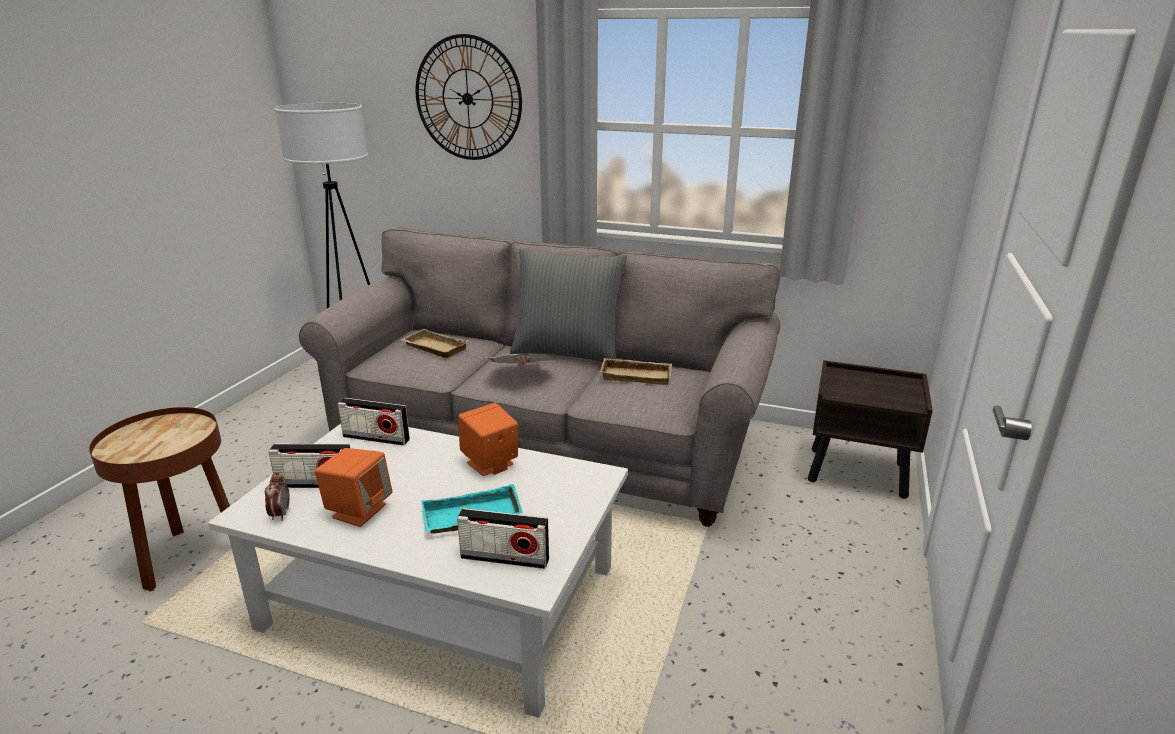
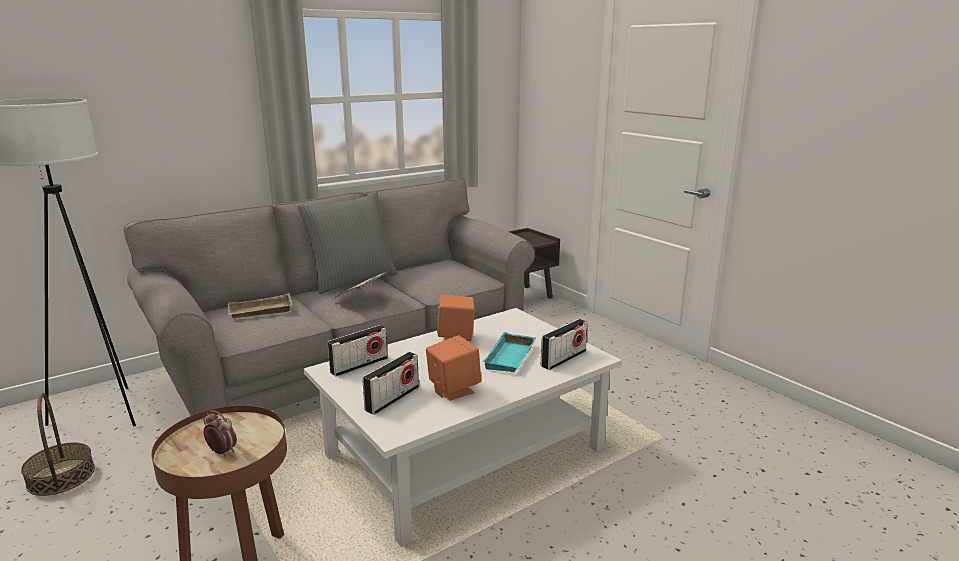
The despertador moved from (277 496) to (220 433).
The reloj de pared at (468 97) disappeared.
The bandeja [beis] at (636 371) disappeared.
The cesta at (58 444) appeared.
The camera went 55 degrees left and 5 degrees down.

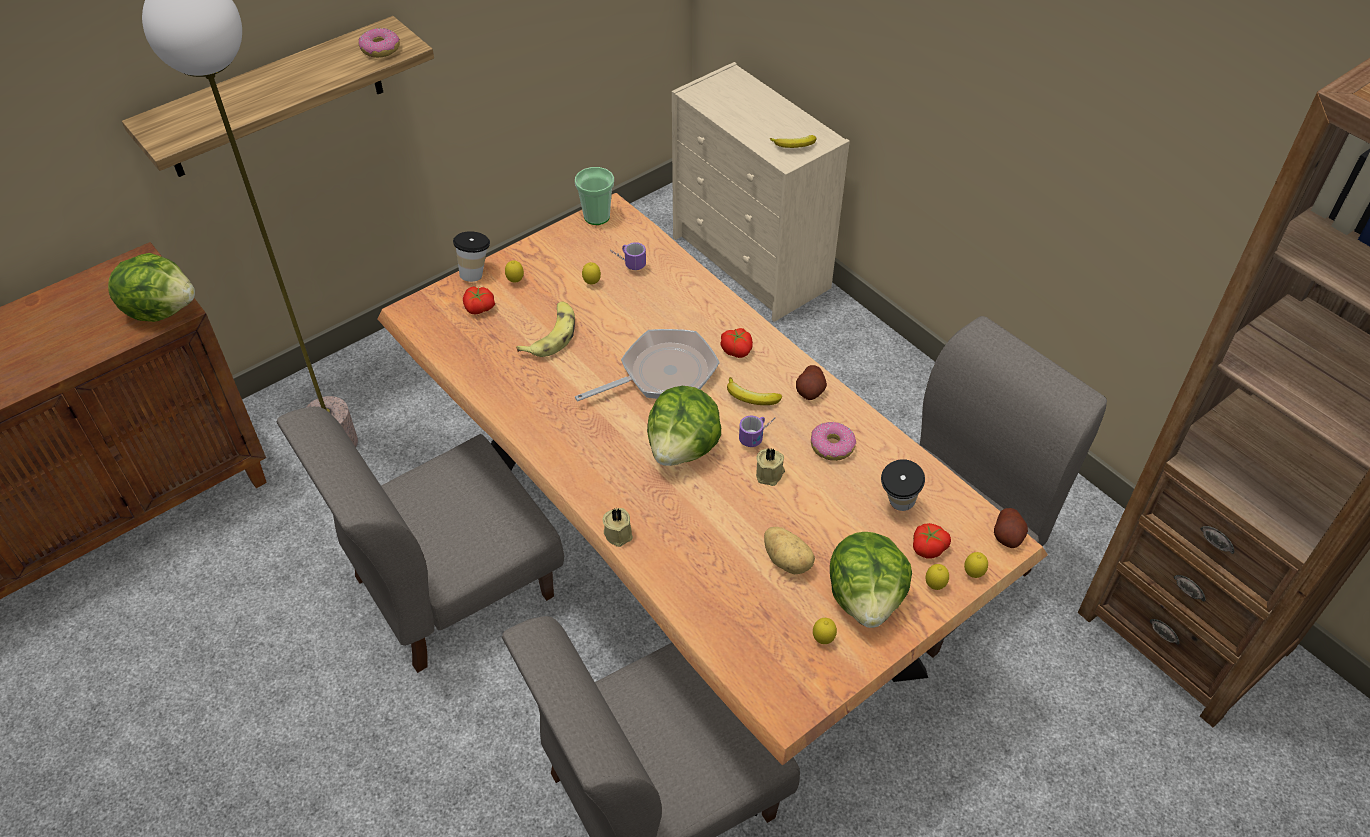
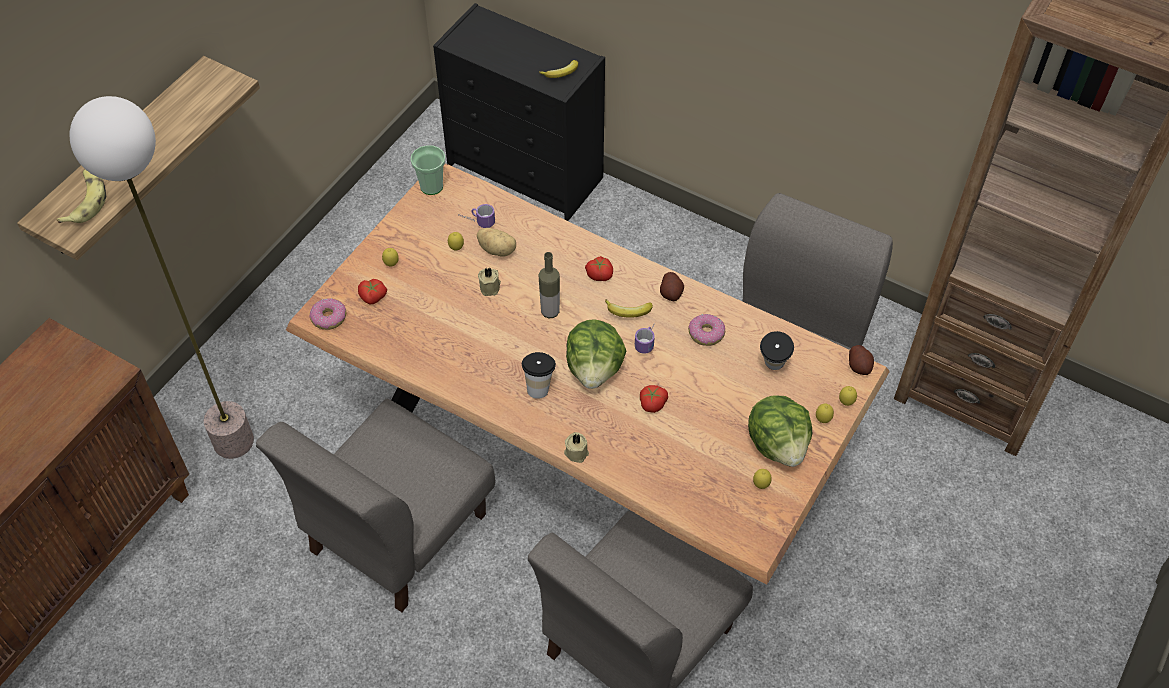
The lechuga at (151 287) disappeared.
The rosquilla moved from (379 43) to (328 314).
The taza moved from (471 256) to (539 375).
The plátano moved from (545 329) to (81 196).
The sartén at (647 365) was replaced by the botella at (549 285).
The cómoda [beis] at (761 192) became the cómoda [negro] at (519 112).
The vela [beis] moved from (770 467) to (489 281).
The patata moved from (789 550) to (496 242).
The tomate moved from (932 541) to (654 399).
The camera went 20 degrees left and 5 degrees up.

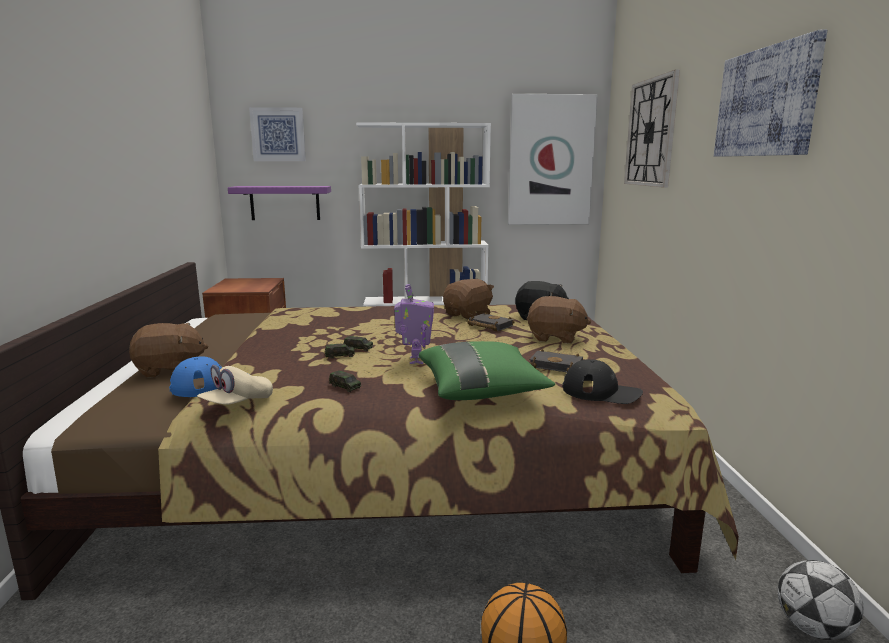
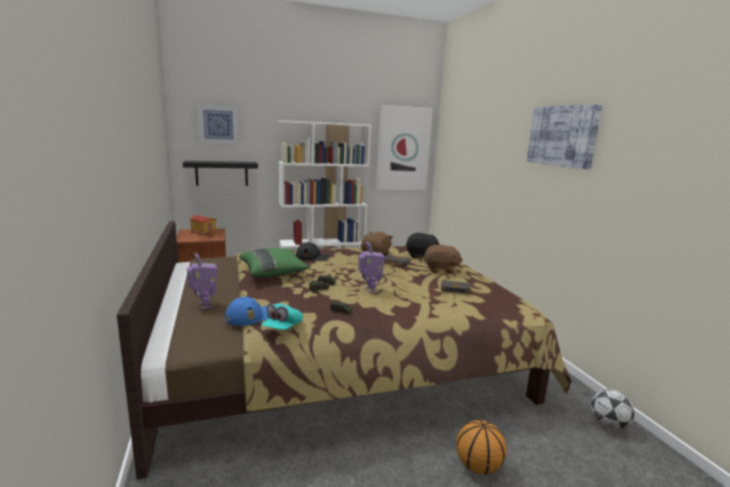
The peluche [marrón] at (168 350) was replaced by the robot de juguete at (202 281).
The gorra [beis] at (235 385) became the gorra [turquesa] at (282 317).
The estante [morado] at (279 203) became the estante [negro] at (220 173).
The cojín [verde] moved from (487 370) to (274 262).
The gorra [negro] moved from (602 381) to (313 252).
The reloj de pared at (652 129) disappeared.
The casita at (203 225) appeared.
The camera went 15 degrees left and 0 degrees up.

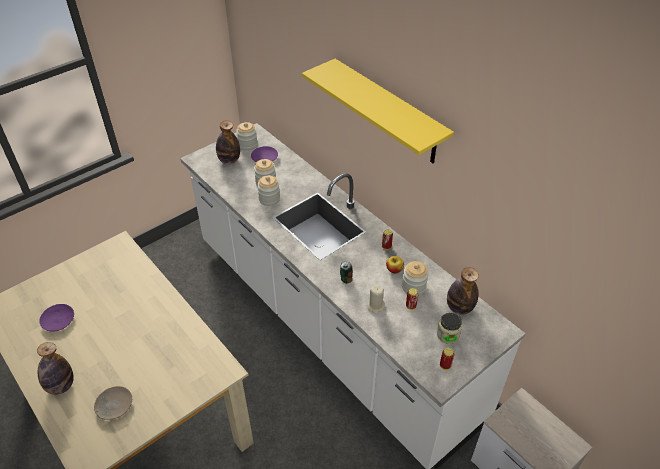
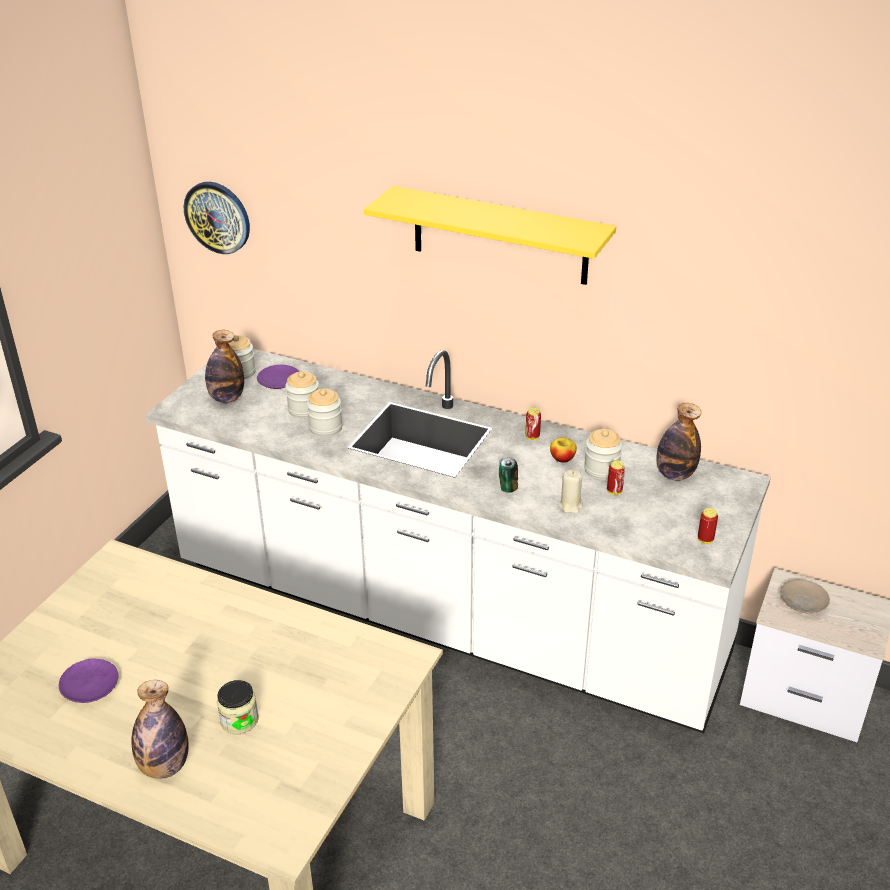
The plato [beis] moved from (113 403) to (805 596).
The tarro moved from (449 328) to (238 707).
The reloj de pared at (217 218) appeared.
The camera went 25 degrees left and 10 degrees down.

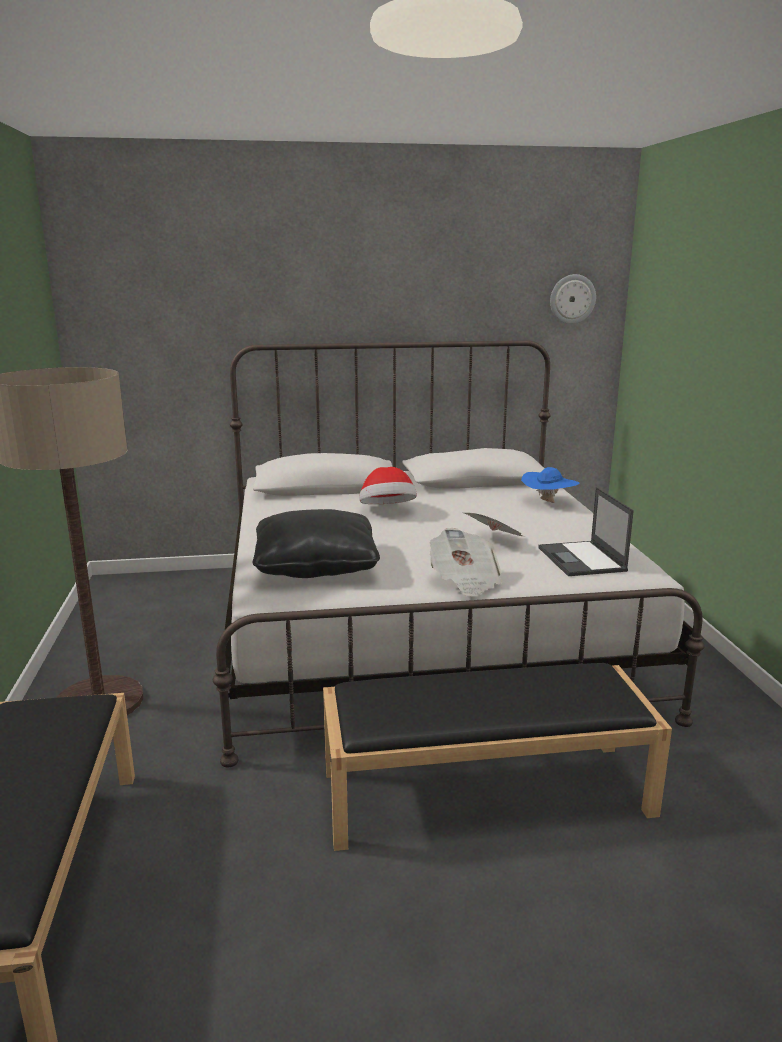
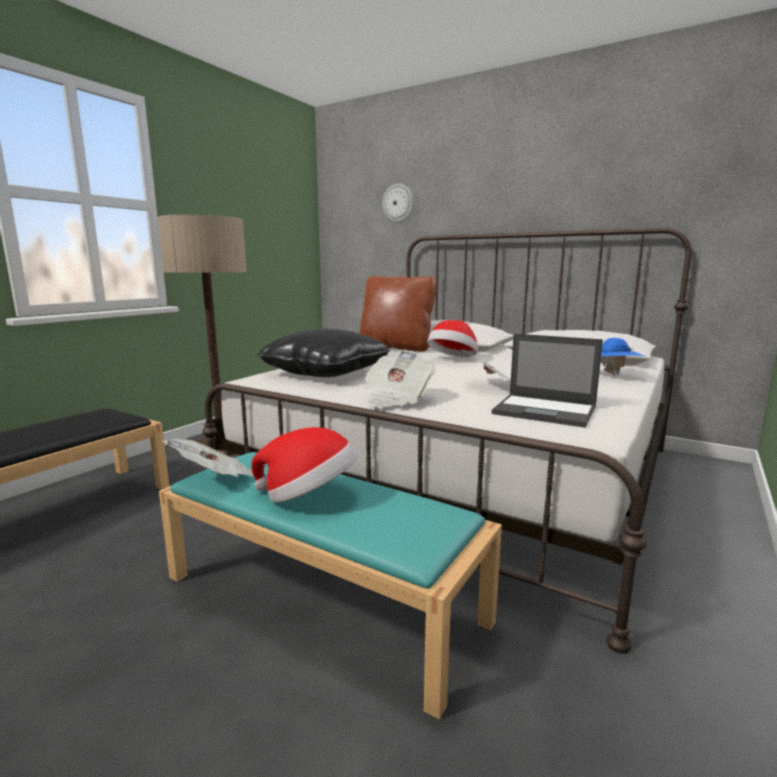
The banco [negro] at (497 757) became the banco [turquesa] at (330 586).
The portátil at (586 531) turned 90 degrees counterclockwise.
The reloj de pared moved from (573 299) to (398 203).
The periódico at (208 458) appeared.
The sombrero at (304 464) appeared.
The cojín [marrón] at (398 313) appeared.
The camera went 40 degrees right and 5 degrees down.

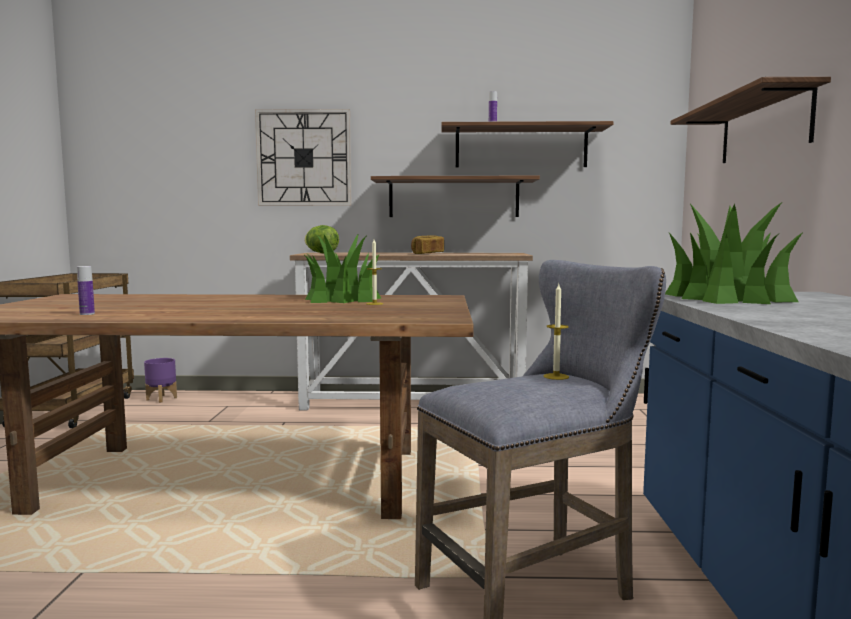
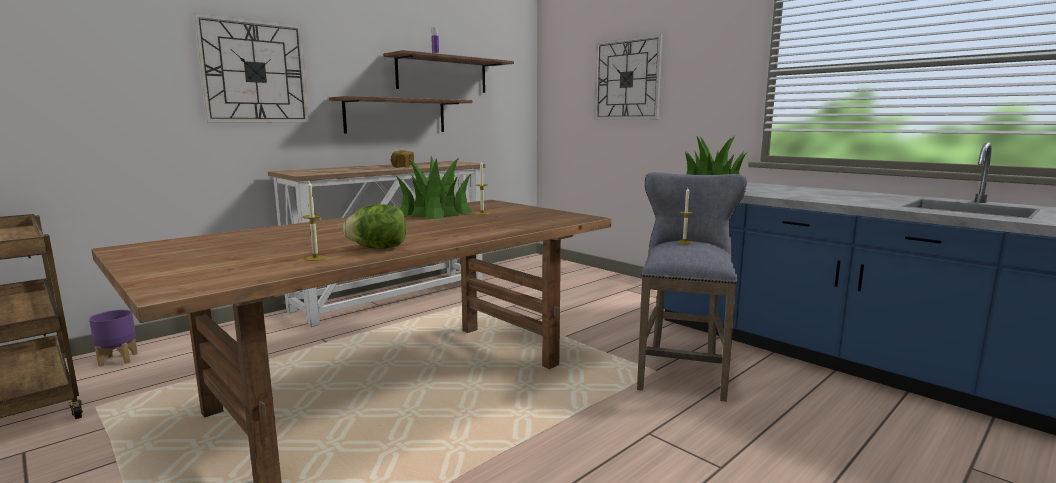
The botella at (86 290) was replaced by the vela at (315 221).
The lechuga moved from (321 239) to (374 226).
The estante at (750 119) was replaced by the reloj de pared at (628 77).
The camera went 45 degrees left and 5 degrees up.

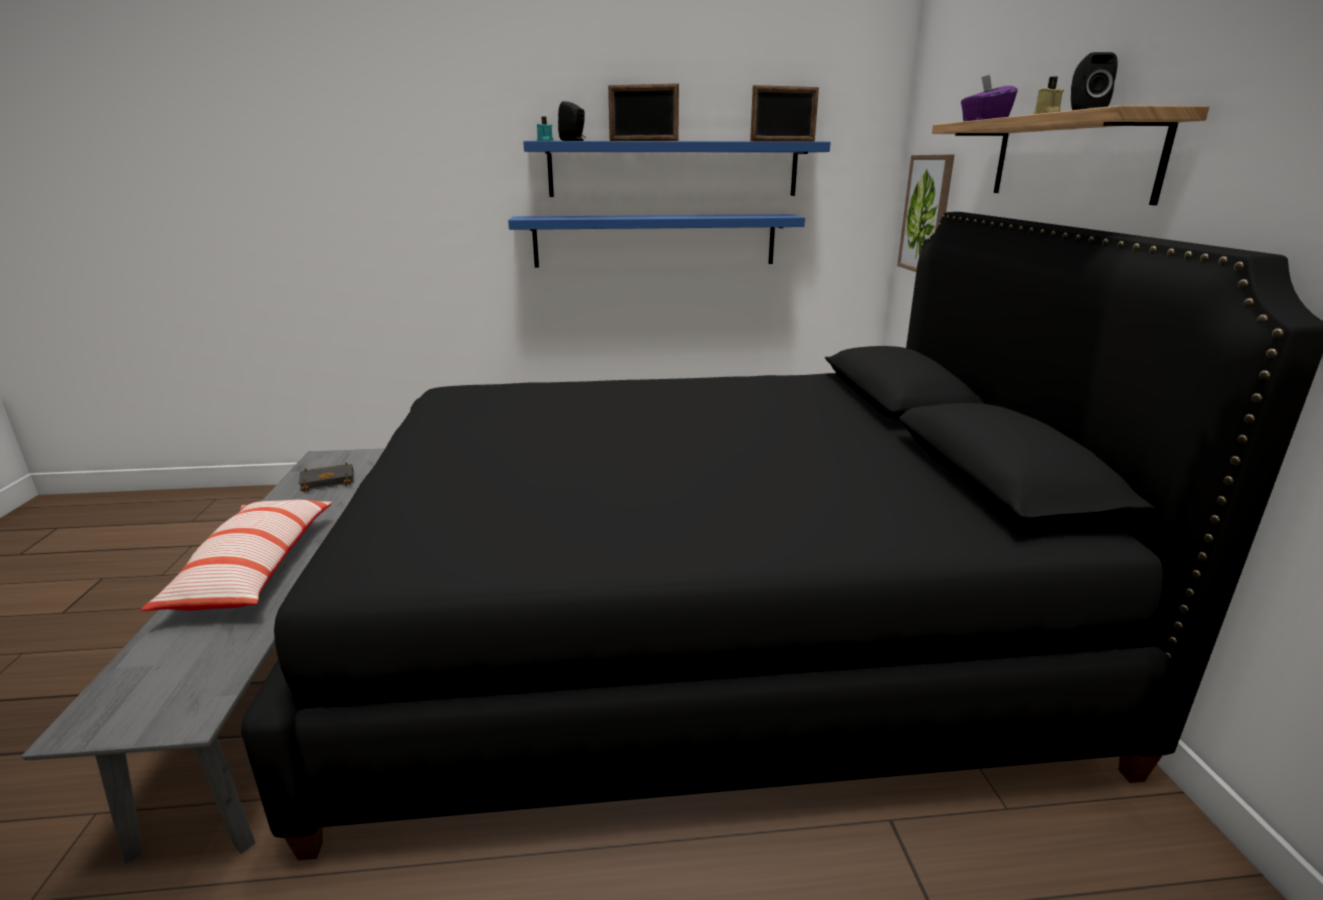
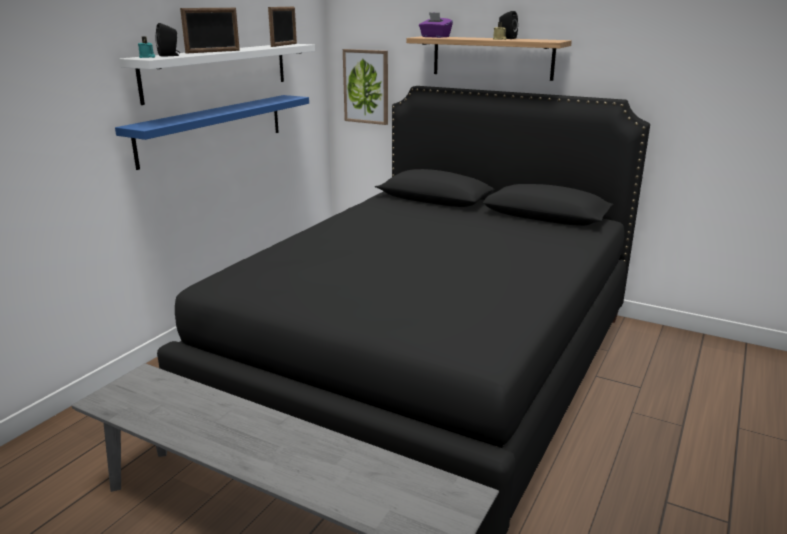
The cojín at (236 555) disappeared.
The libro [negro] at (326 477) disappeared.
The estante [azul] at (677 169) became the estante [blanco] at (217 74).
The camera went 55 degrees left and 0 degrees up.

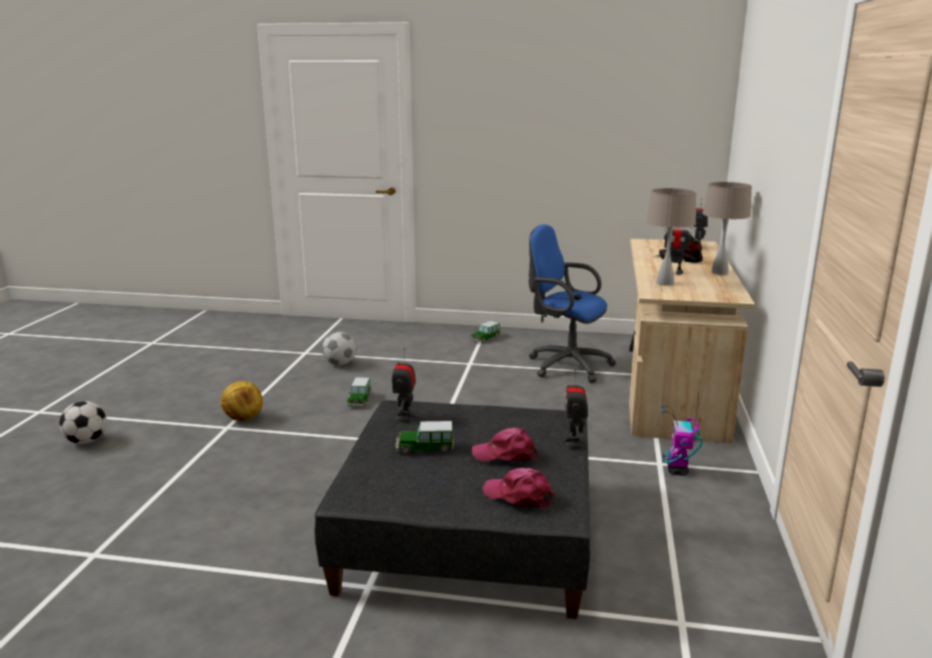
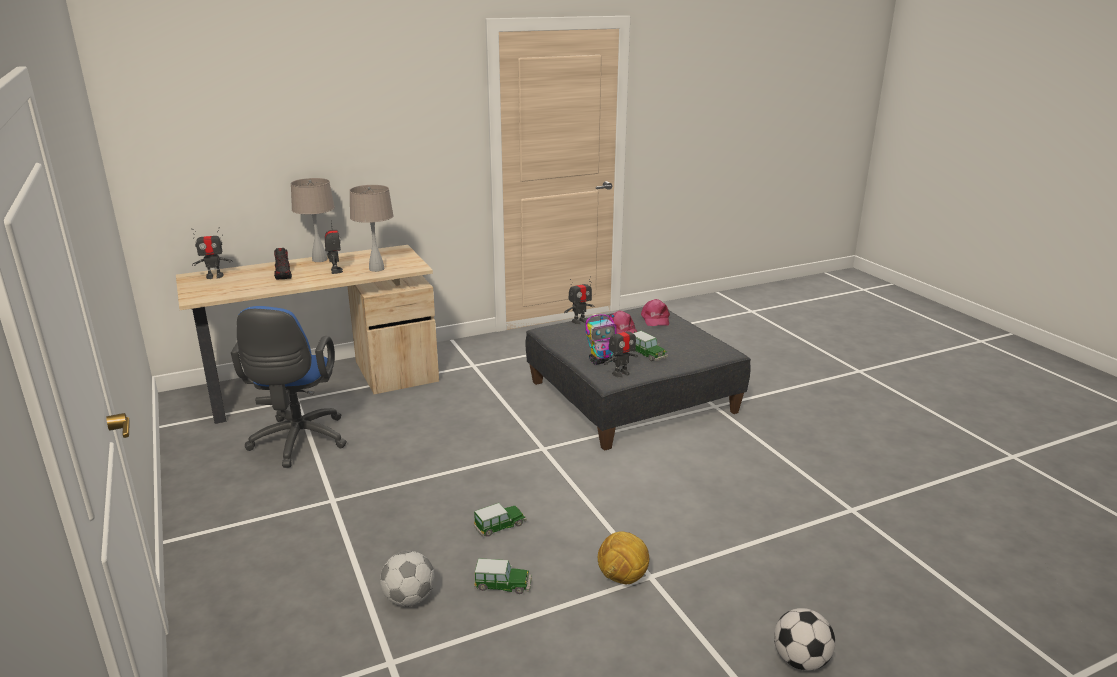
The coche de juguete moved from (485 332) to (503 576).
The robot de juguete moved from (682 440) to (601 339).
The camera went 125 degrees left and 5 degrees up.

